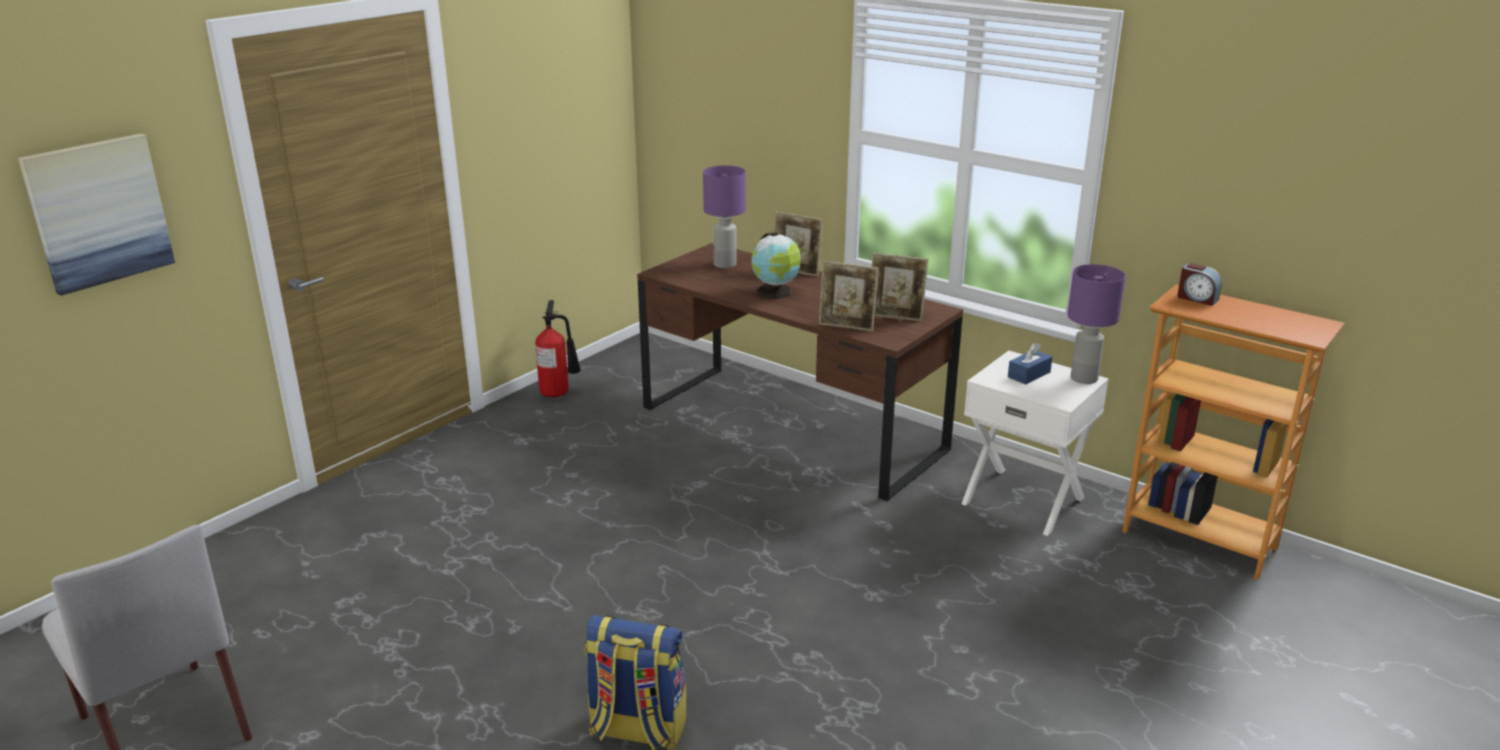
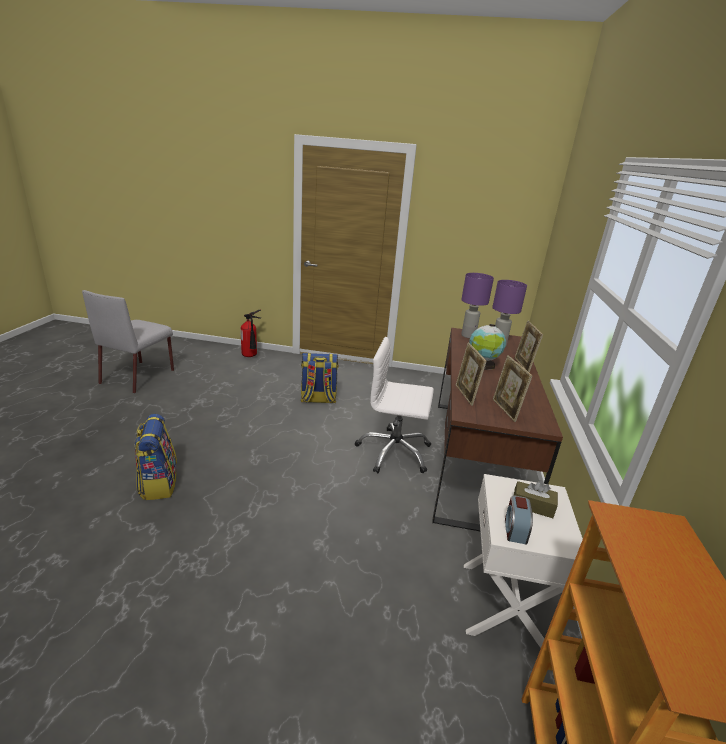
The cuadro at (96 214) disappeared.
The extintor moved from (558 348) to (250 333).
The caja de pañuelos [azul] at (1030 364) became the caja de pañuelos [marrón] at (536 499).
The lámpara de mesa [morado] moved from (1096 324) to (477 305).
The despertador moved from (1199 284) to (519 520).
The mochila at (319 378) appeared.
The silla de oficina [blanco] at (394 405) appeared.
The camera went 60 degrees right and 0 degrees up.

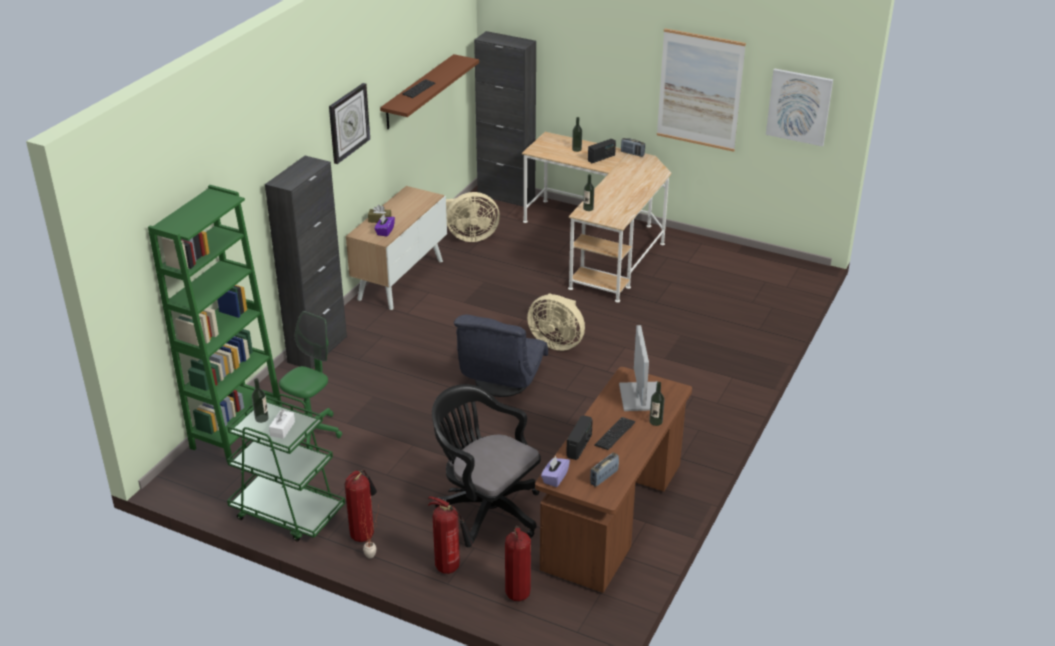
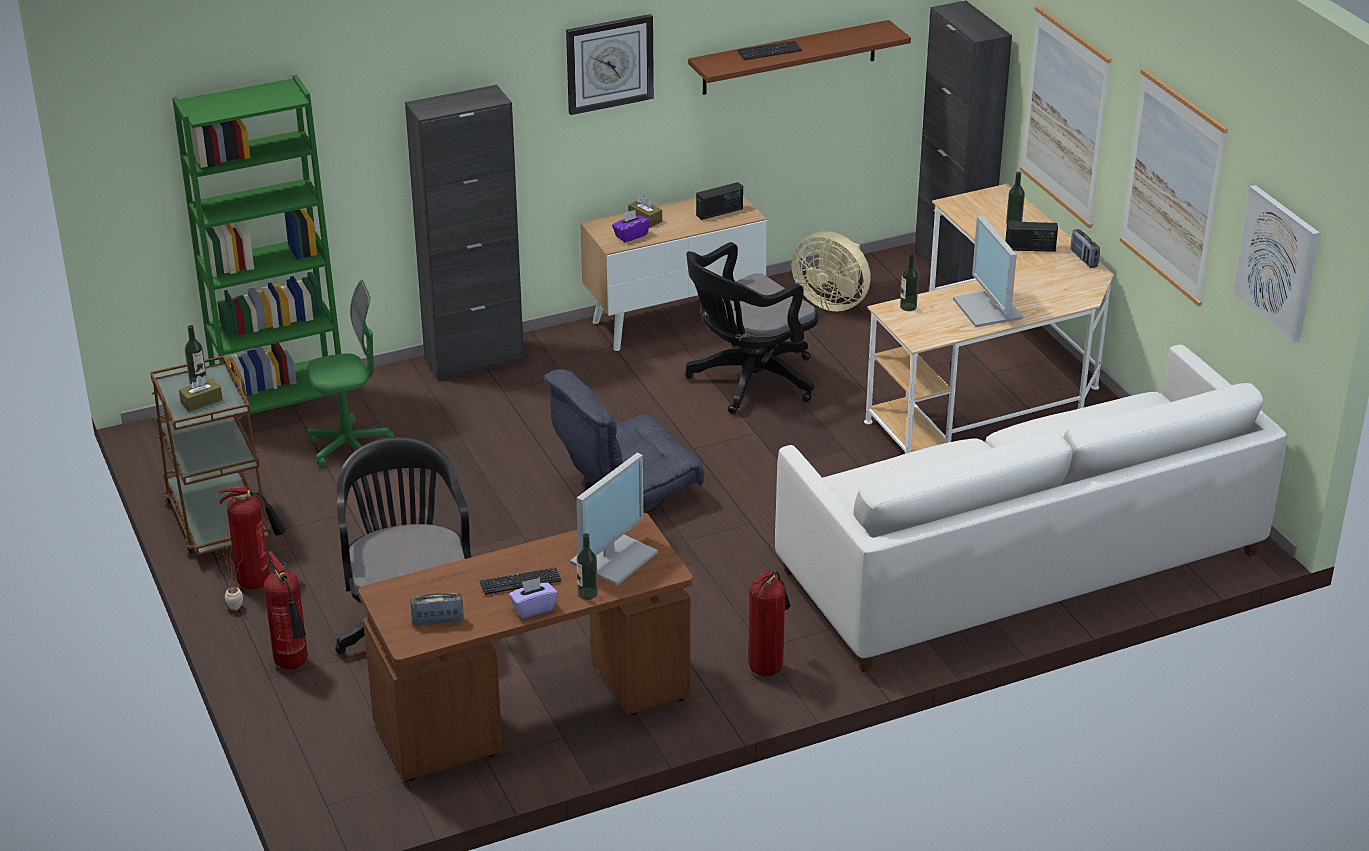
The carrito [verde] at (286 468) became the carrito [marrón] at (210 456).
The caja de pañuelos [blanco] at (282 424) became the caja de pañuelos [marrón] at (201 393).
The extintor moved from (518 563) to (769 624).
The ventilador [beis] at (556 322) disappeared.
The caja de pañuelos [morado] moved from (555 471) to (533 598).
The radio moved from (579 437) to (719 201).
The silla de oficina [negro] at (751 328) appeared.
The sofá [blanco] at (1031 508) appeared.
The monitor at (988 271) appeared.
The cuadro at (1065 117) appeared.
The camera went 40 degrees right and 0 degrees up.

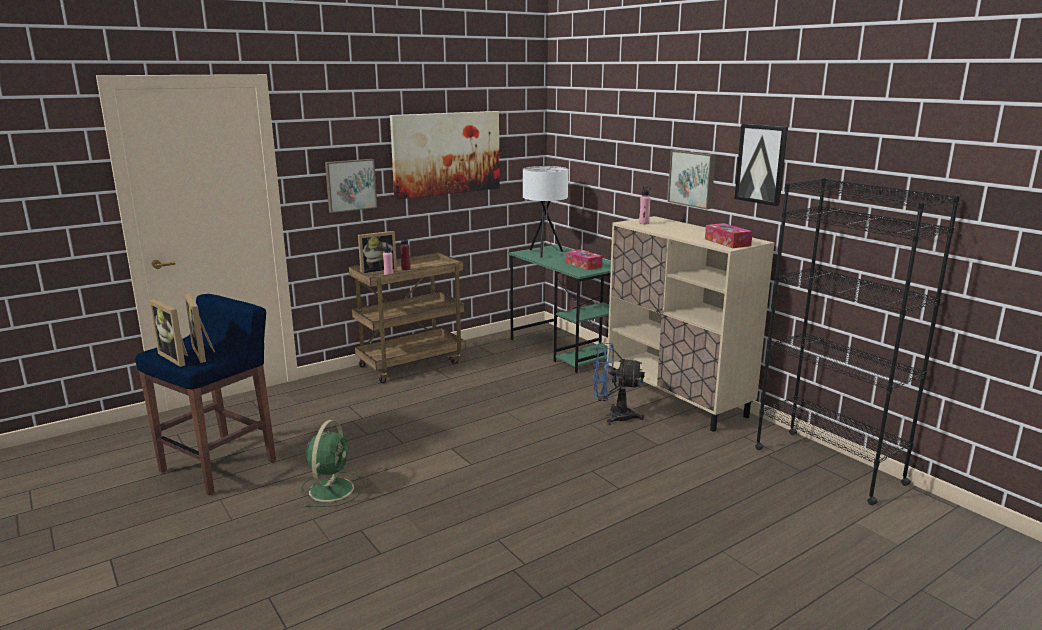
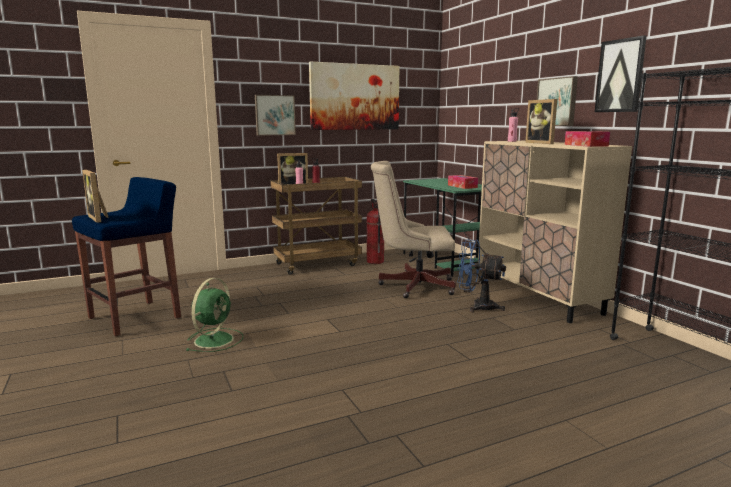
The portarretratos moved from (199 328) to (541 121).
The lámpara de mesa [blanco] at (545 211) disappeared.
The extintor at (375 231) appeared.
The silla de oficina [beis] at (413 229) appeared.
The camera went 10 degrees right and 5 degrees down.

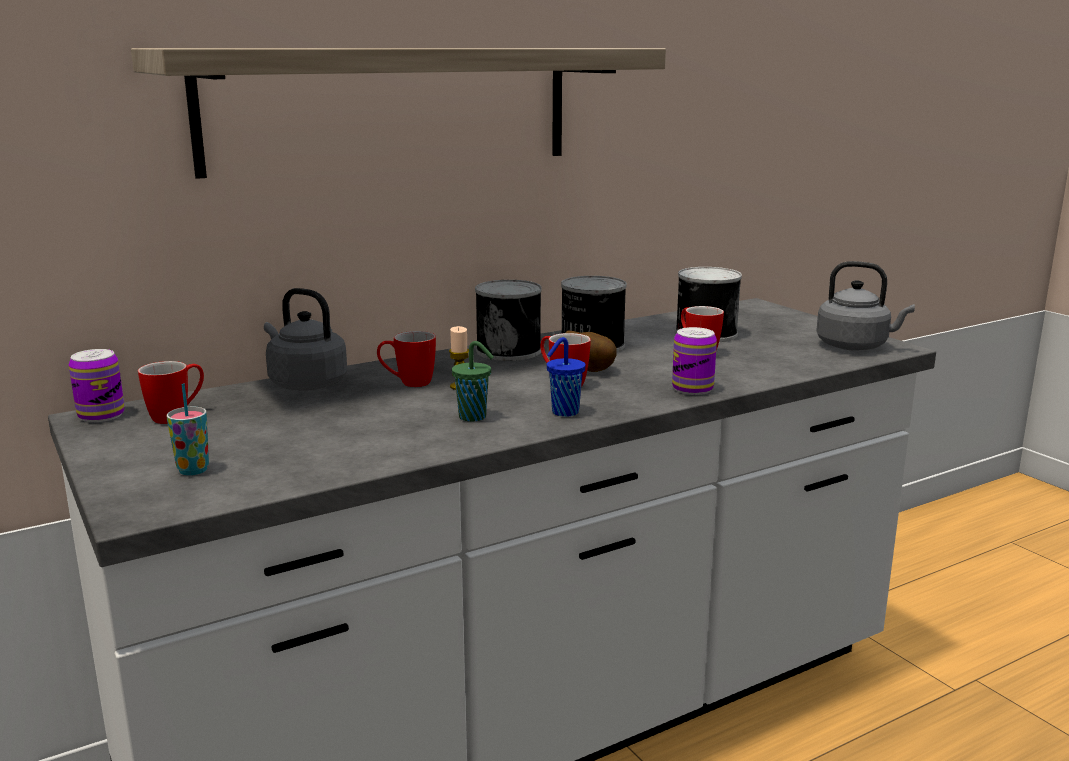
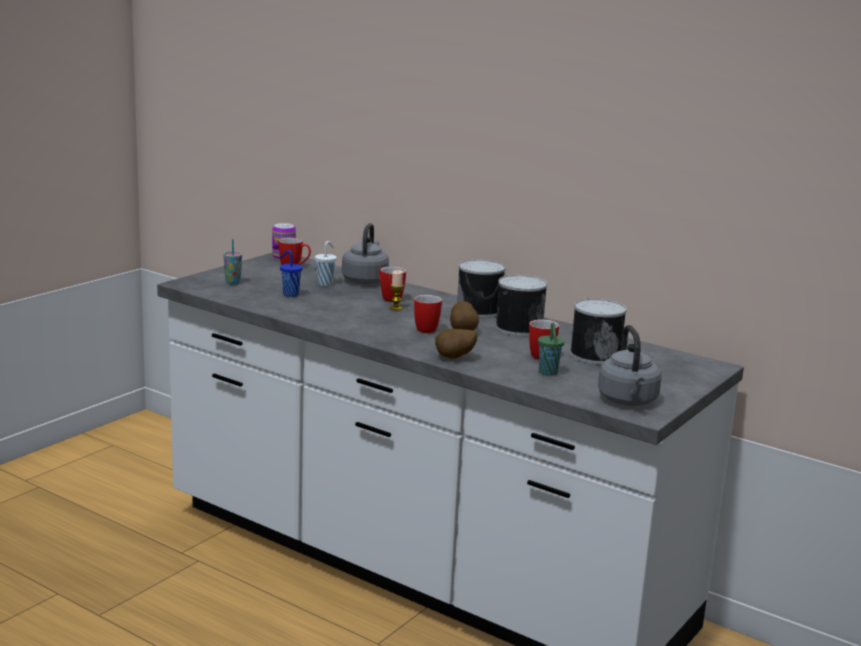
The estante at (398 113) disappeared.
The taza [verde] moved from (473 381) to (551 349).
The taza [azul] moved from (566 377) to (291 273).
The lata at (694 361) was replaced by the patata at (456 344).
The taza [blanco] at (326 263) appeared.
The camera went 65 degrees right and 0 degrees up.

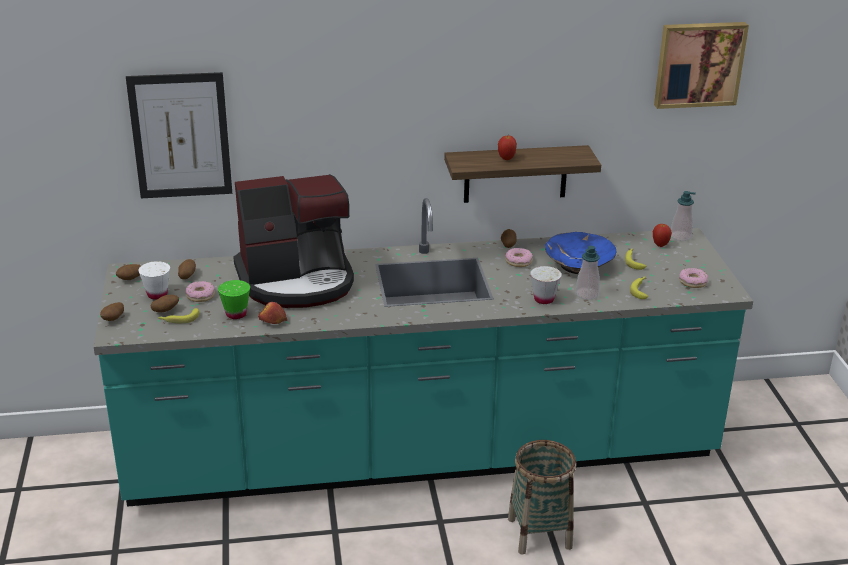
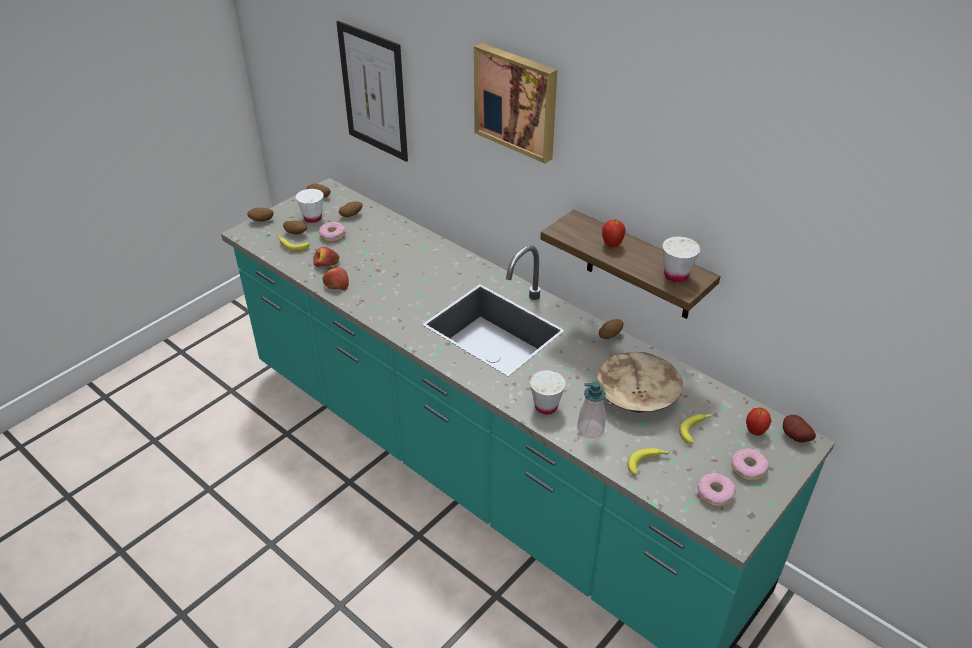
The taza [verde] at (234 299) was replaced by the manzana at (326 257).
The cafetera at (294 241) disappeared.
The rosquilla moved from (519 257) to (750 464).
The cesta at (542 497) disappeared.
The cuenco [azul] at (580 253) became the cuenco [beis] at (640 382).
The cuadro moved from (701 65) to (515 103).
The dispensador de jabón at (683 216) was replaced by the patata at (799 428).
The taza [blanco] at (681 259) appeared.
The camera went 50 degrees right and 10 degrees up.

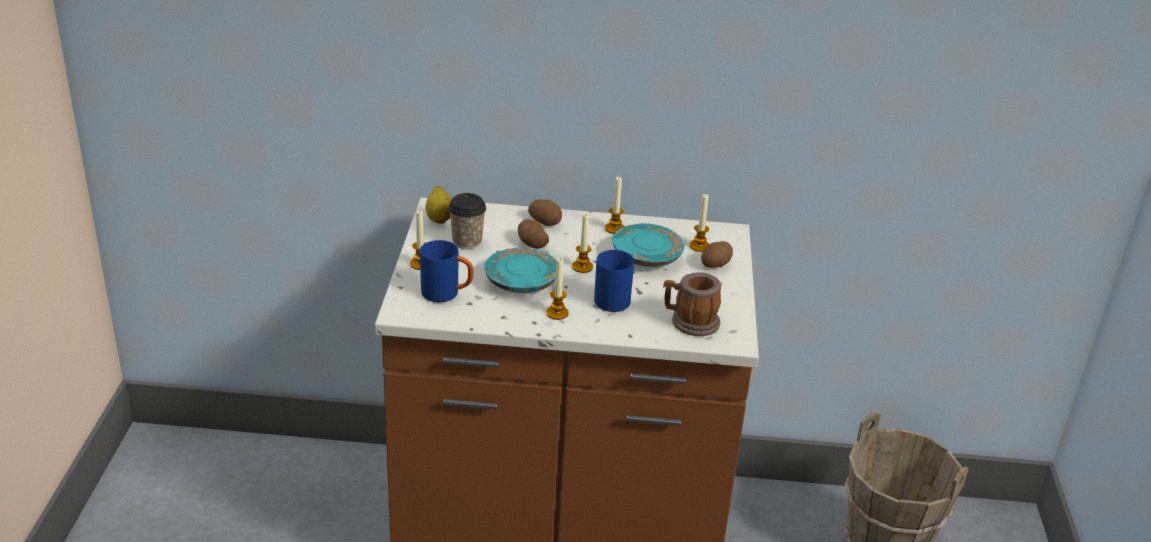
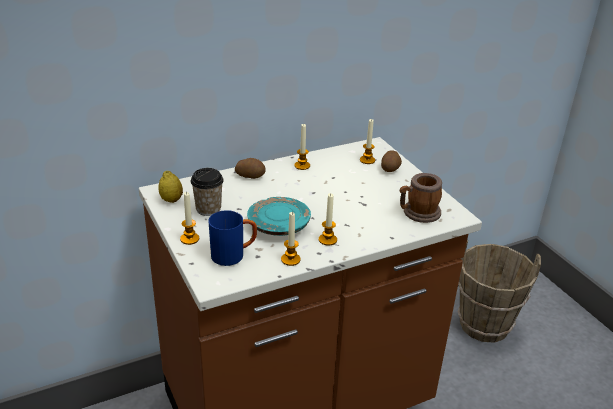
The patata at (533 234) disappeared.
The vela moved from (582 243) to (291 239).
The taza grande [azul] at (614 281) disappeared.
The plato [turquesa] at (648 245) disappeared.
The camera went 30 degrees left and 0 degrees up.

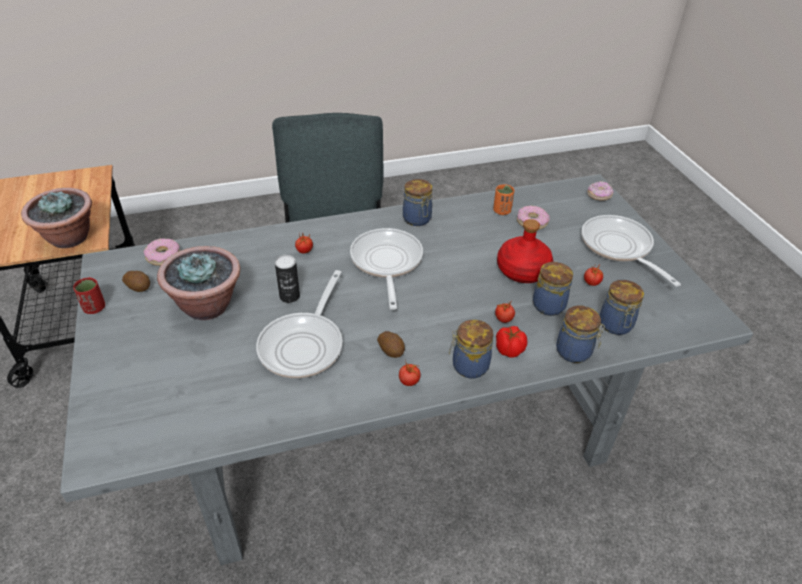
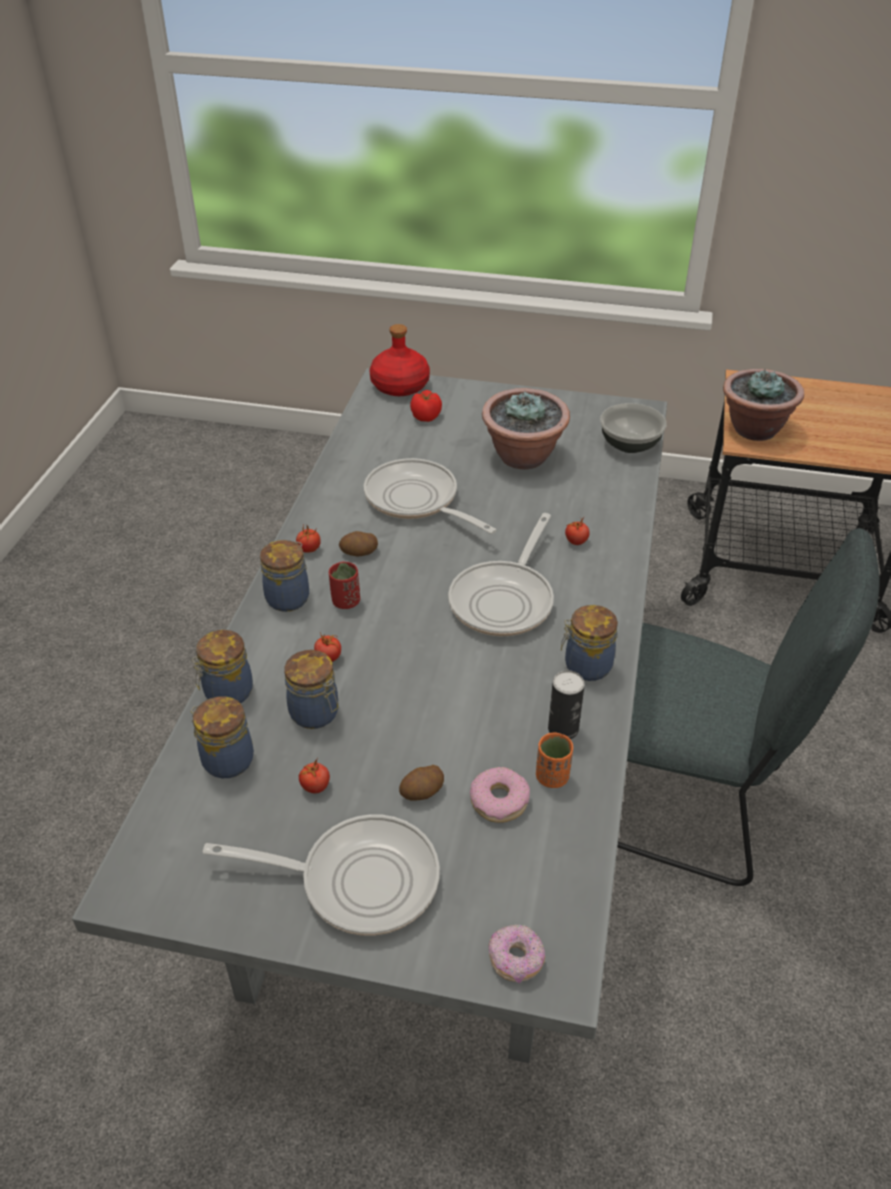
The taza [rojo] moved from (89 295) to (344 585).
The patata moved from (136 281) to (421 782).
The rosquilla at (162 252) was replaced by the cuenco at (633 428).
The lata moved from (287 279) to (566 704).
The sartén at (386 269) turned 90 degrees clockwise.
The tomate moved from (511 342) to (426 406).
The botella [rojo] moved from (525 251) to (400 360).
The camera went 120 degrees right and 0 degrees up.

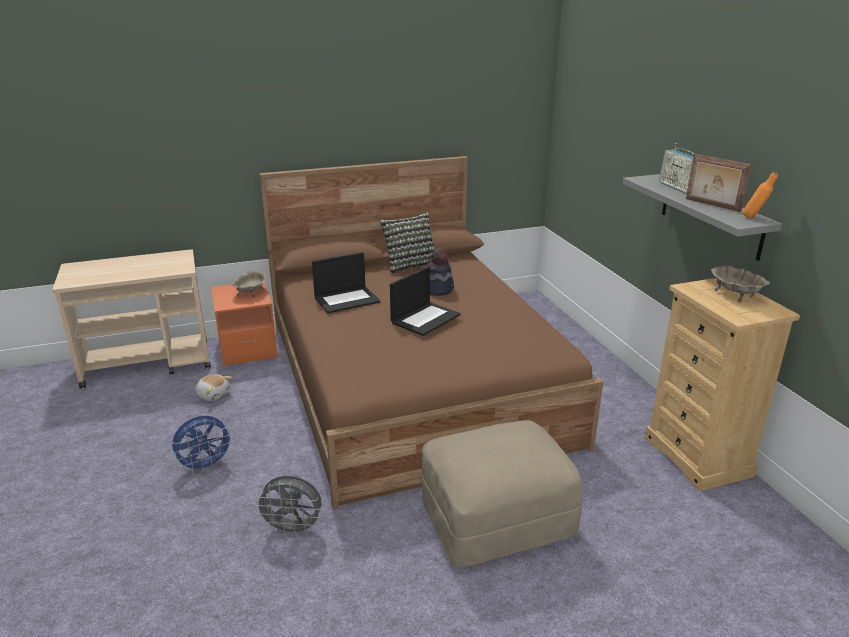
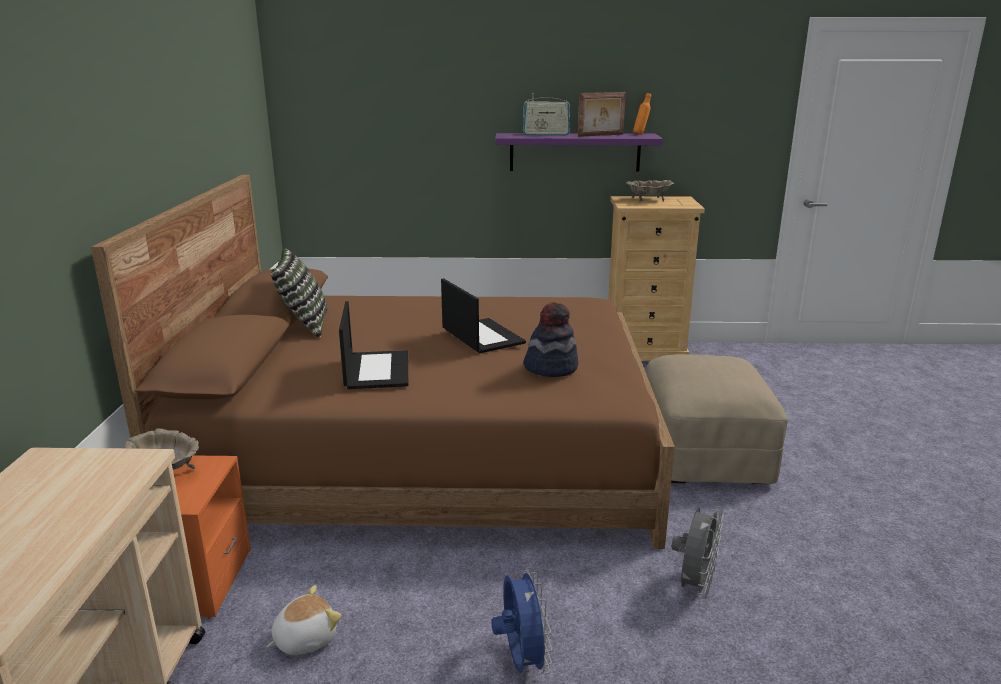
The sombrero moved from (440 272) to (550 339).
The estante [gris] at (702 217) became the estante [morado] at (579 152).
The camera went 70 degrees left and 5 degrees down.

